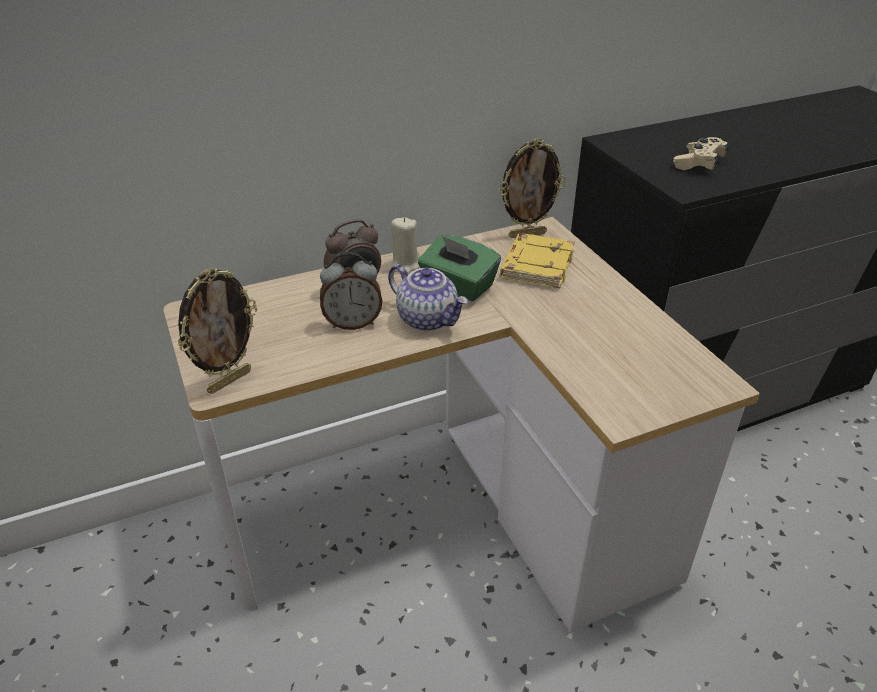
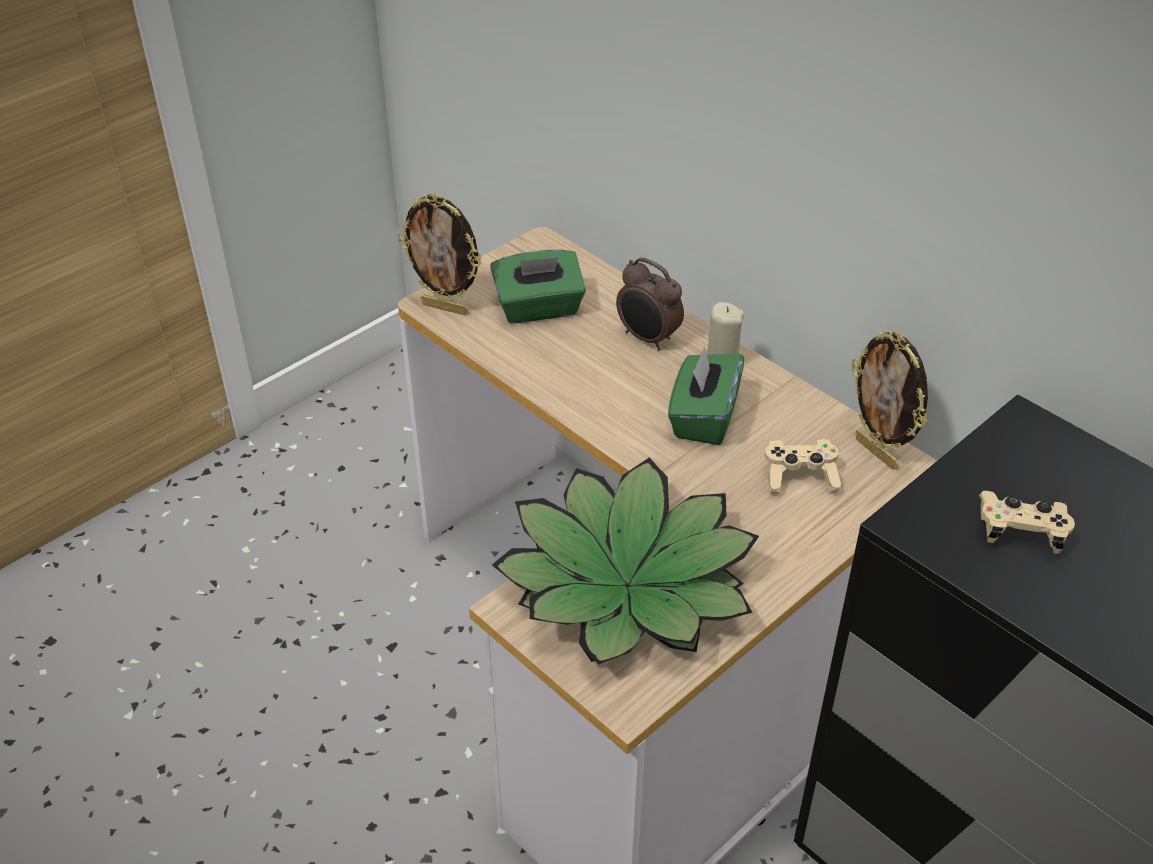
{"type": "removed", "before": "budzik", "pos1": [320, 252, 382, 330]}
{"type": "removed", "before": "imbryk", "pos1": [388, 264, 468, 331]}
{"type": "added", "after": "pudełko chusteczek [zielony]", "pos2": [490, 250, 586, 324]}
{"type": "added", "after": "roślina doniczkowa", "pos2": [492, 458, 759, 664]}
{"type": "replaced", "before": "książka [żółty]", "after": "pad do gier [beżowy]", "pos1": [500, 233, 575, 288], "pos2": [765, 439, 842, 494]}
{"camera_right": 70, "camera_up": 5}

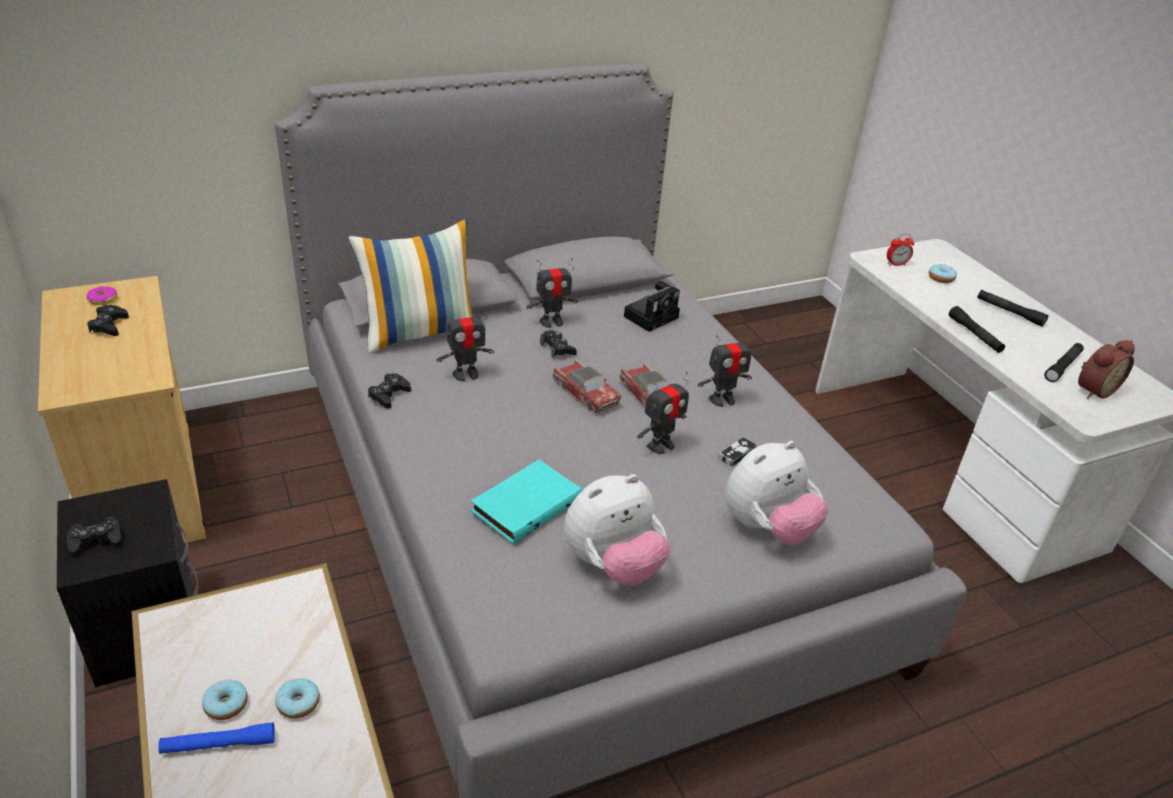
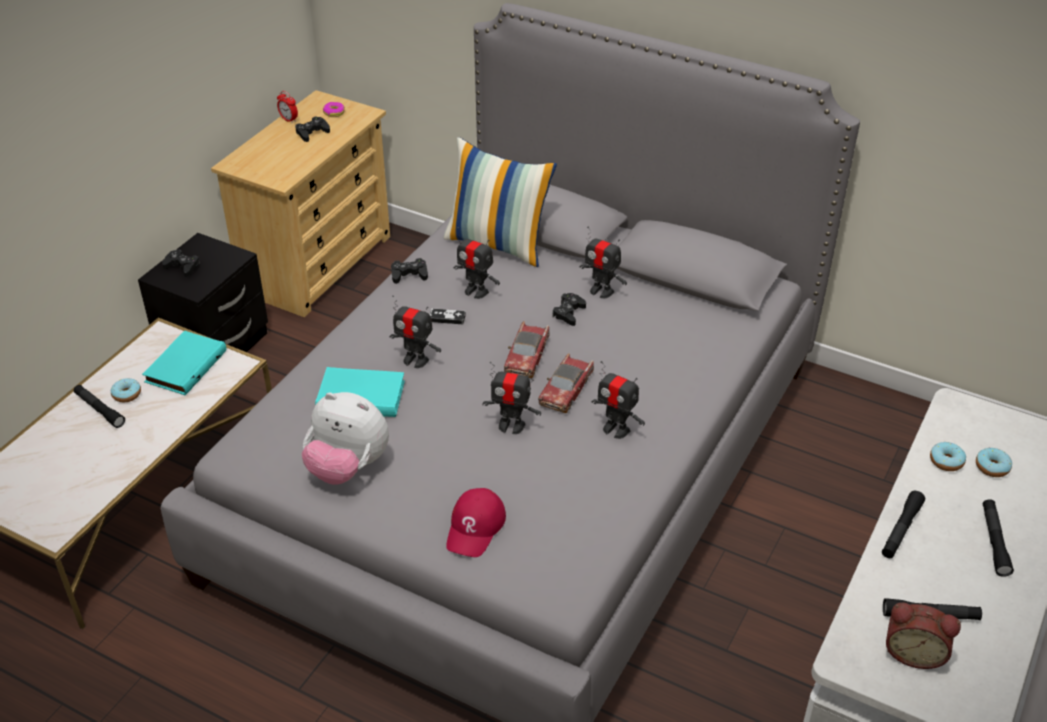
{"type": "removed", "before": "aparat fotograficzny", "pos1": [624, 281, 680, 332]}
{"type": "added", "after": "książka [turkusowy]", "pos2": [142, 331, 227, 395]}
{"type": "added", "after": "robot zabawkowy", "pos2": [389, 295, 441, 368]}
{"type": "moved", "before": "donut", "pos1": [275, 678, 320, 719], "pos2": [930, 442, 966, 471]}
{"type": "moved", "before": "pad do gier", "pos1": [719, 437, 757, 467], "pos2": [430, 308, 466, 324]}
{"type": "moved", "before": "budzik", "pos1": [887, 234, 914, 266], "pos2": [277, 91, 298, 123]}
{"type": "replaced", "before": "pluszak", "after": "czapka z daszkiem [czerwony]", "pos1": [725, 441, 828, 545], "pos2": [446, 488, 506, 557]}
{"type": "recoloured", "before": "latarka [niebieski]", "after": "latarka [czarny]", "pos1": [158, 722, 275, 754], "pos2": [74, 385, 125, 428]}
{"camera_right": 55, "camera_up": 5}

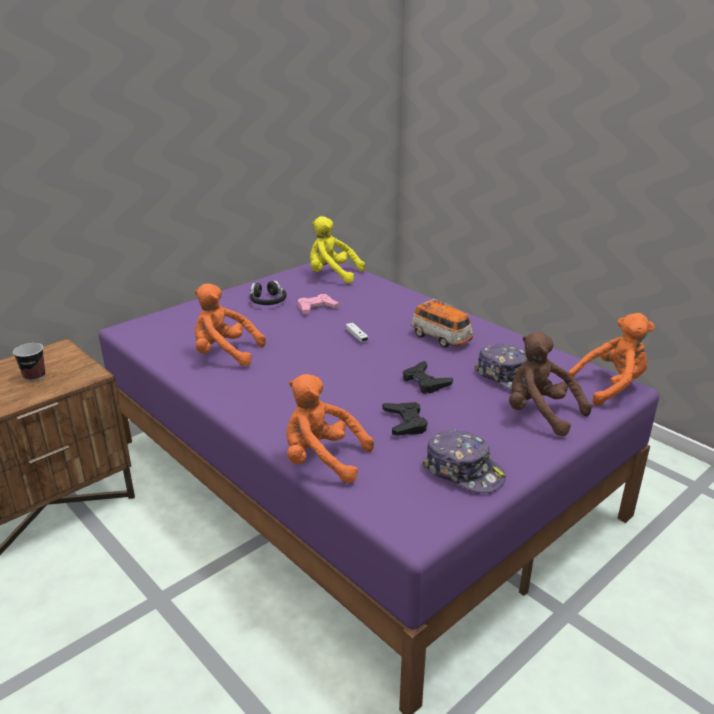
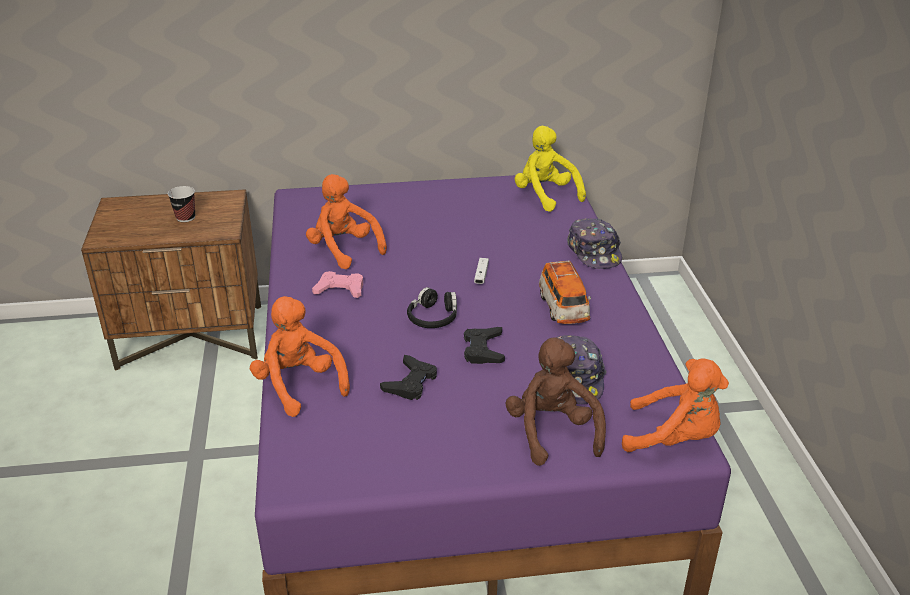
{"type": "moved", "before": "słuchawki [czarny]", "pos1": [250, 280, 287, 305], "pos2": [407, 287, 457, 328]}
{"type": "moved", "before": "pad do gier [różowy]", "pos1": [298, 294, 339, 314], "pos2": [312, 271, 363, 298]}
{"type": "moved", "before": "czapka z daszkiem", "pos1": [423, 429, 506, 493], "pos2": [567, 218, 622, 269]}
{"camera_right": 35, "camera_up": 5}

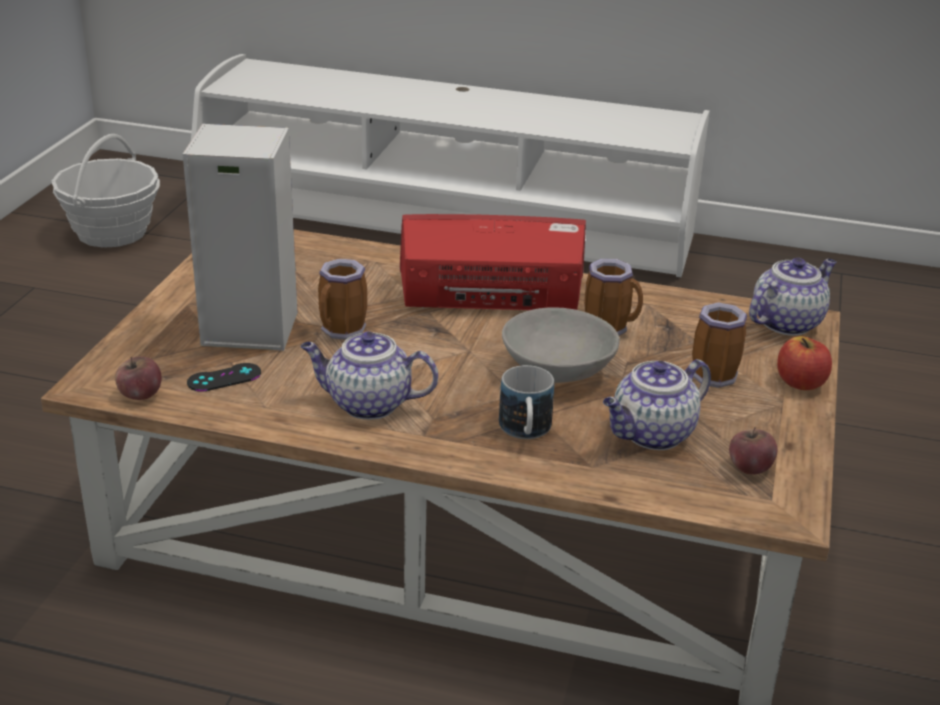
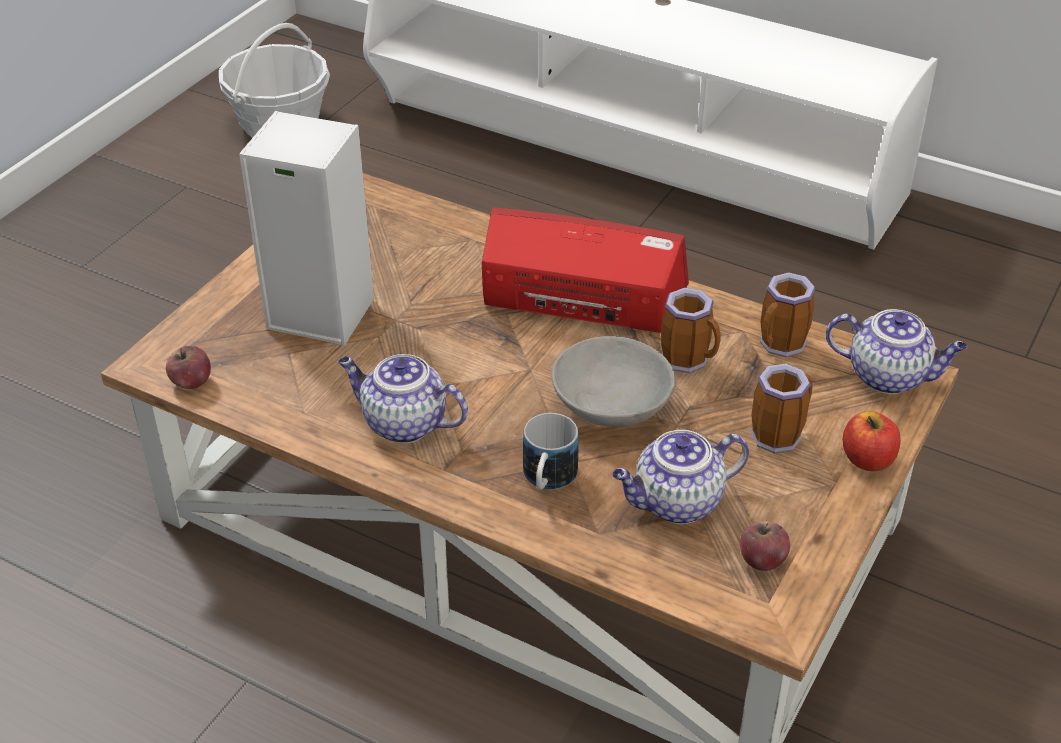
{"type": "removed", "before": "pad do gier [czarny]", "pos1": [187, 363, 261, 392]}
{"type": "moved", "before": "kubek", "pos1": [318, 259, 367, 340], "pos2": [760, 272, 816, 357]}
{"type": "turned", "before": "imbryk", "pos1": [749, 258, 836, 336], "pos2": [826, 309, 968, 394], "turn": 45}
{"camera_right": 15, "camera_up": 10}

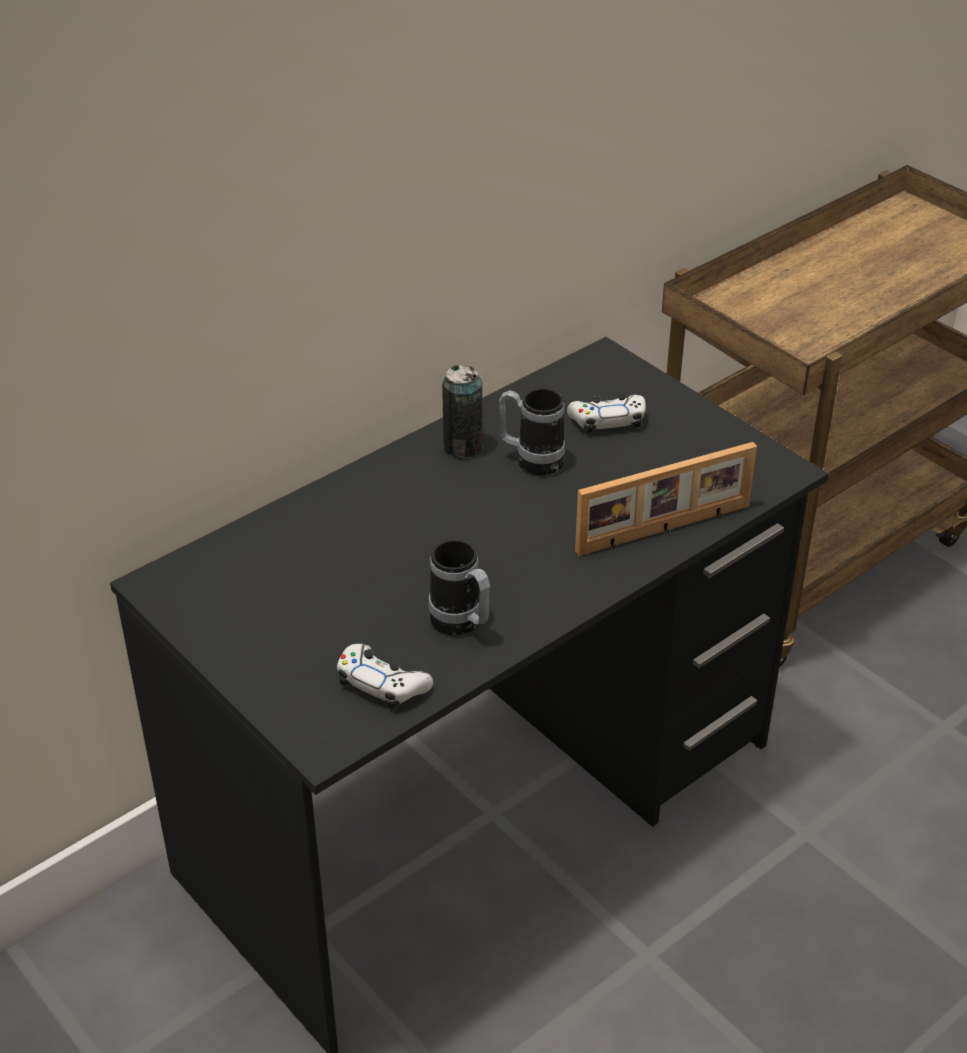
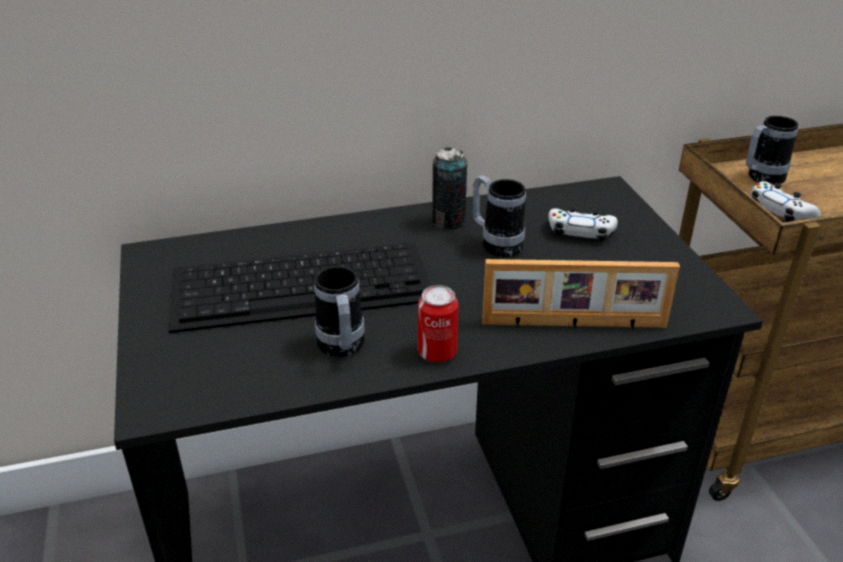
{"type": "added", "after": "klawiatura", "pos2": [169, 242, 431, 333]}
{"type": "added", "after": "puszka", "pos2": [418, 285, 458, 362]}
{"type": "added", "after": "kubek", "pos2": [746, 116, 798, 185]}
{"type": "moved", "before": "pad do gier [biały]", "pos1": [337, 644, 433, 710], "pos2": [752, 181, 821, 222]}
{"camera_right": 25, "camera_up": -5}

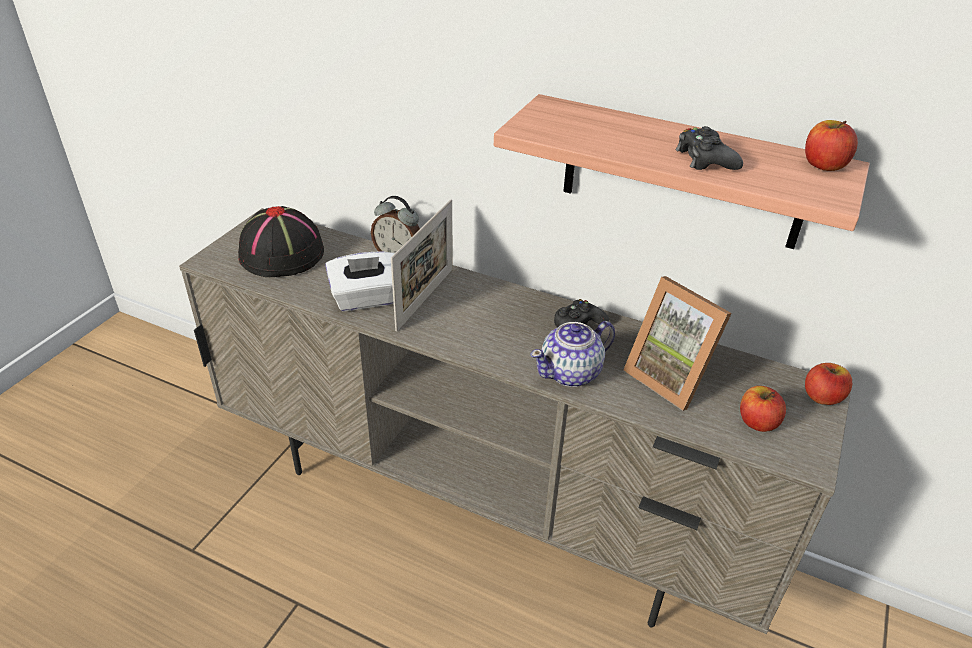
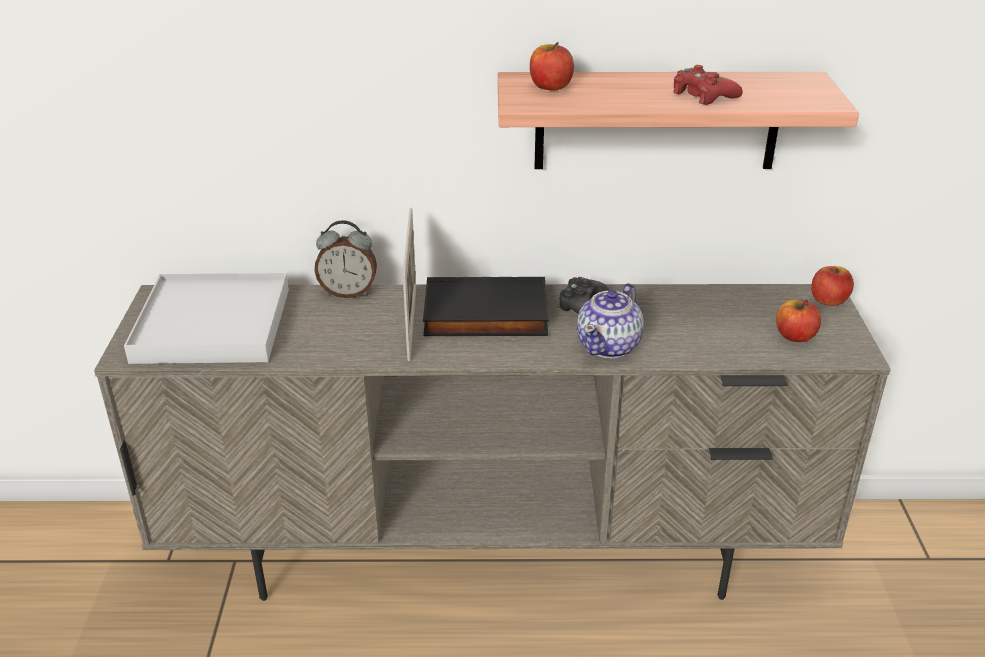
{"type": "removed", "before": "pudełko chusteczek [biały]", "pos1": [326, 251, 395, 311]}
{"type": "removed", "before": "ramka na zdjęcie", "pos1": [623, 276, 732, 411]}
{"type": "added", "after": "książka [czarny]", "pos2": [423, 277, 549, 336]}
{"type": "moved", "before": "jabłko", "pos1": [805, 120, 858, 171], "pos2": [530, 42, 574, 91]}
{"type": "replaced", "before": "kapelusz [czarny]", "after": "taca [biały]", "pos1": [238, 206, 324, 277], "pos2": [124, 273, 289, 364]}
{"type": "recoloured", "before": "pad do gier [czarny]", "after": "pad do gier [czerwony]", "pos1": [676, 126, 743, 170], "pos2": [673, 65, 743, 105]}
{"camera_right": -25, "camera_up": -5}

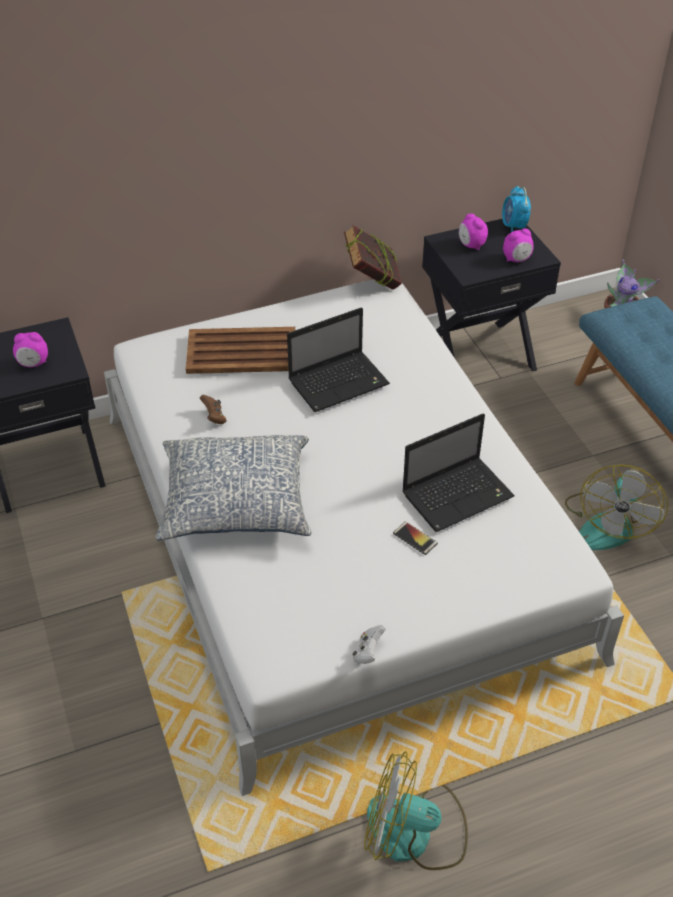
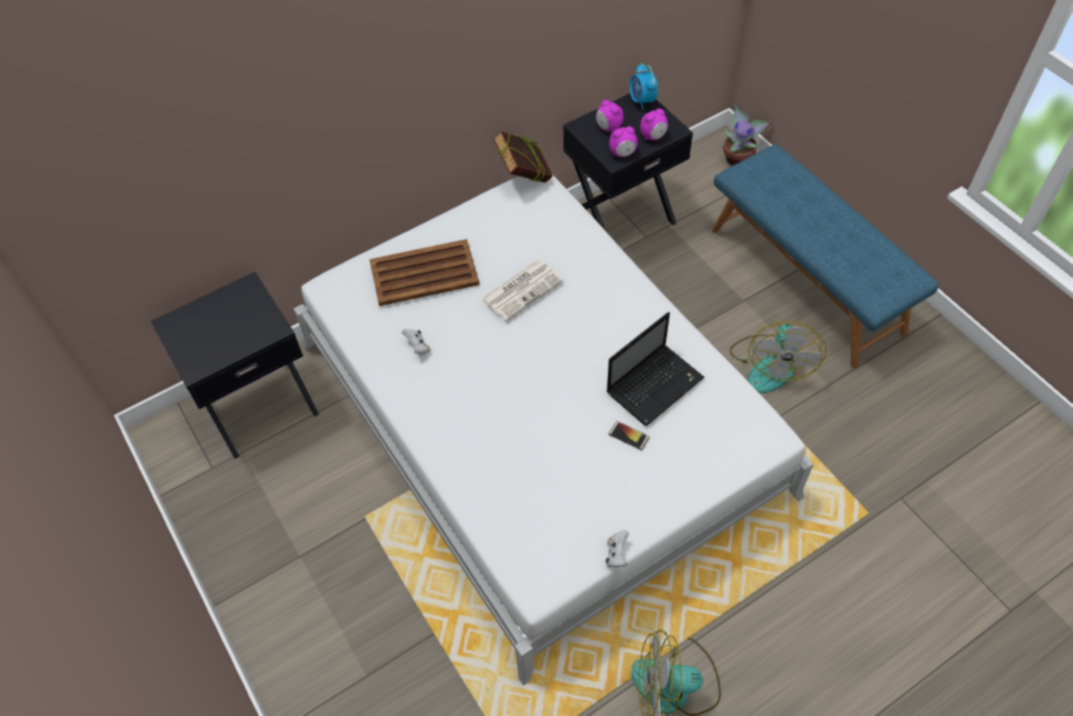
{"type": "removed", "before": "poduszka", "pos1": [155, 435, 311, 541]}
{"type": "moved", "before": "budzik", "pos1": [13, 332, 48, 367], "pos2": [609, 126, 638, 157]}
{"type": "replaced", "before": "laptop", "after": "gazeta", "pos1": [287, 307, 390, 412], "pos2": [482, 260, 563, 321]}
{"type": "recoloured", "before": "pad do gier [brązowy]", "after": "pad do gier [biały]", "pos1": [200, 395, 226, 424], "pos2": [401, 329, 431, 354]}
{"camera_right": -10, "camera_up": 10}

